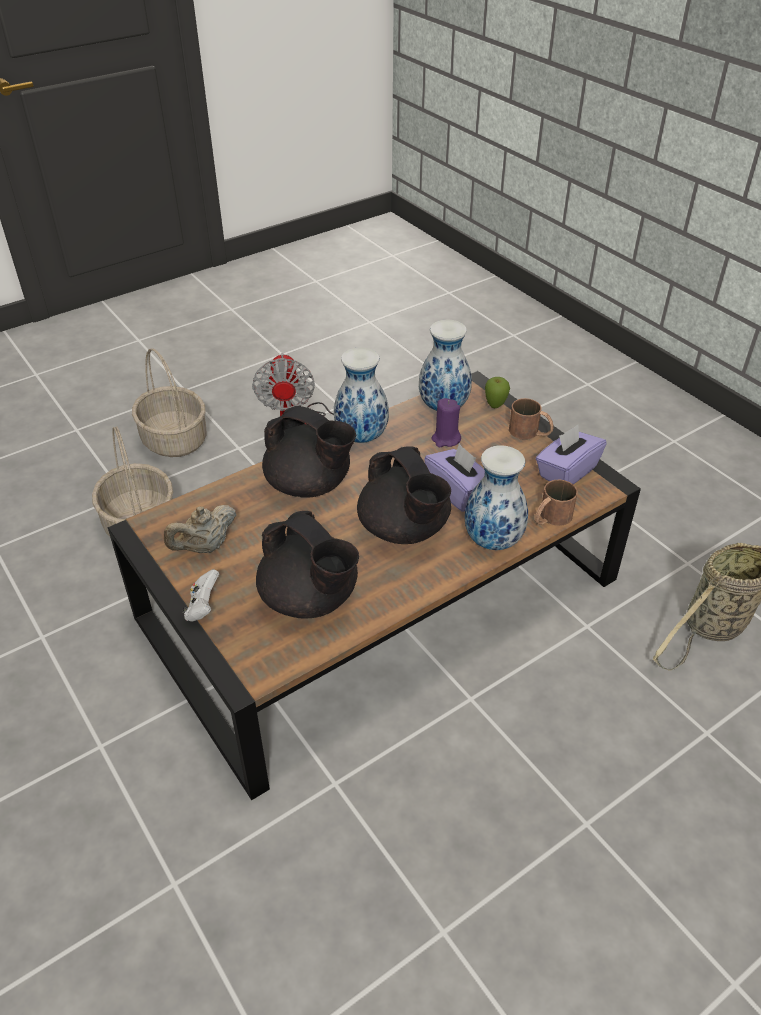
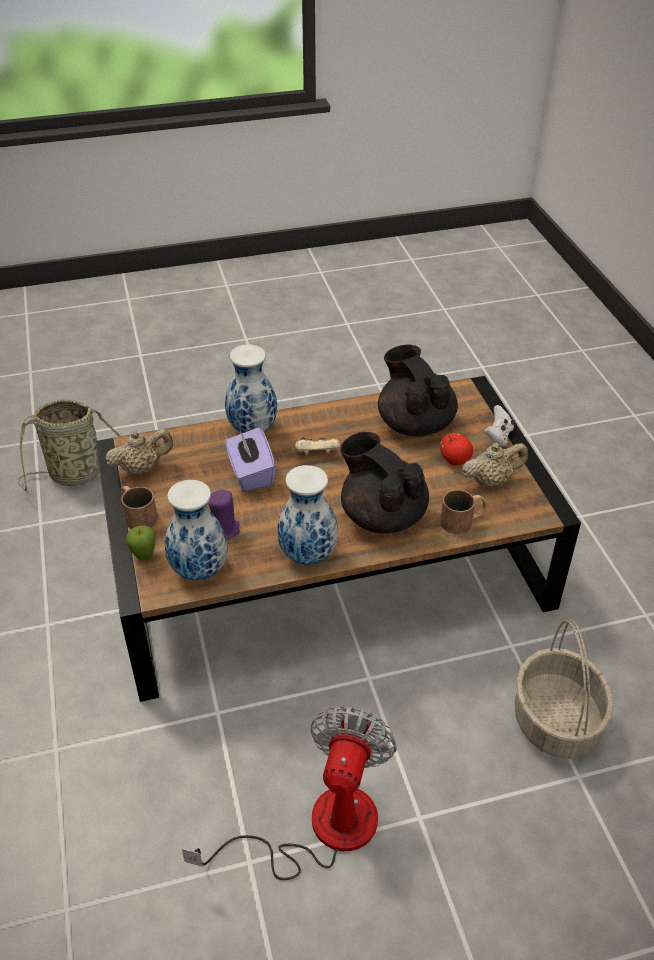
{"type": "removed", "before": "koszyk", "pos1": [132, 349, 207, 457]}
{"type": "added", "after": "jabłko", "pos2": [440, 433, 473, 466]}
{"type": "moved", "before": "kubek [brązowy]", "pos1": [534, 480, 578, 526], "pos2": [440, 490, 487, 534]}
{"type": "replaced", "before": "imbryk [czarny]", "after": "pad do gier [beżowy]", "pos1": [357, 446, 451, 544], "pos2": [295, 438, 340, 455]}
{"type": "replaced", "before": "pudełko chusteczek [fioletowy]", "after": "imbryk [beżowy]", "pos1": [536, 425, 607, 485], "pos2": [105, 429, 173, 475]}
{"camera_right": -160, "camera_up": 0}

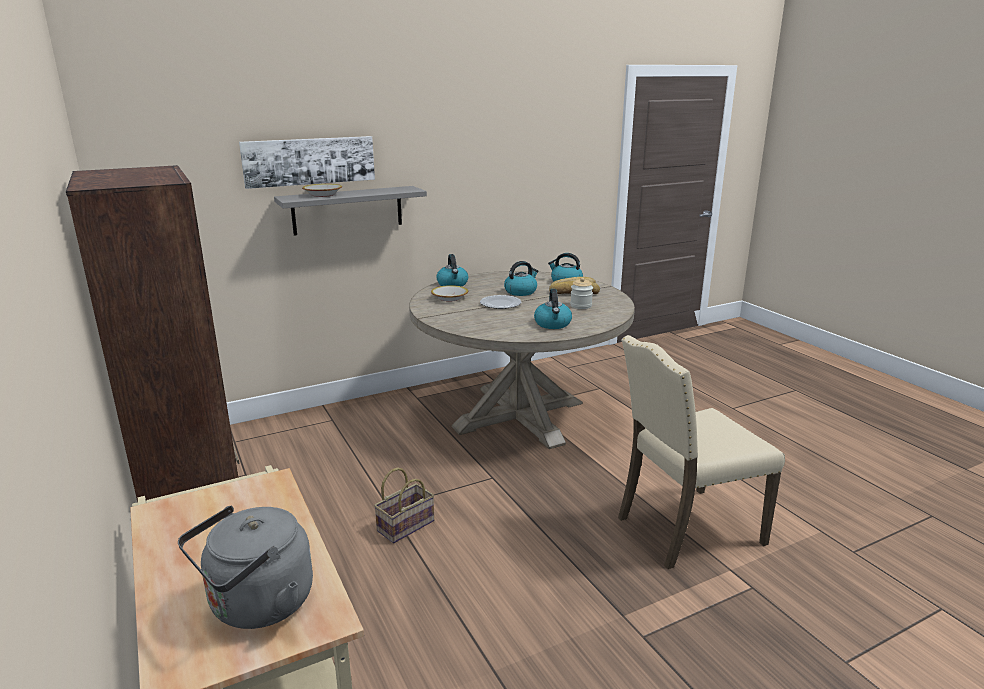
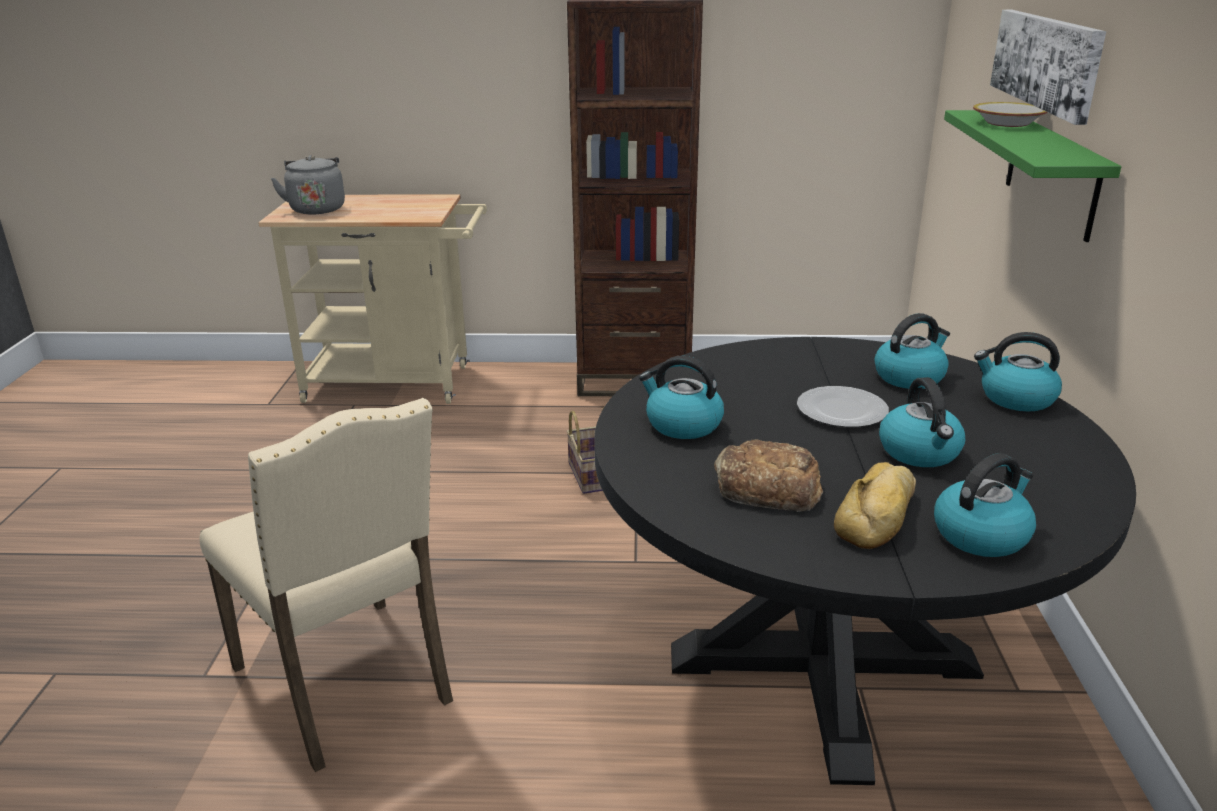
{"type": "replaced", "before": "miska", "after": "czajnik", "pos1": [431, 285, 468, 302], "pos2": [874, 313, 950, 389]}
{"type": "replaced", "before": "słoik", "after": "chleb", "pos1": [570, 277, 593, 309], "pos2": [714, 439, 823, 512]}
{"type": "recoloured", "before": "półka [szary]", "after": "półka [zielony]", "pos1": [274, 186, 427, 236], "pos2": [944, 110, 1121, 242]}
{"type": "recoloured", "before": "stół jadalny [beżowy]", "after": "stół jadalny [czarny]", "pos1": [409, 271, 635, 449], "pos2": [594, 337, 1136, 785]}
{"type": "turned", "before": "krzesło [beżowy]", "pos1": [618, 335, 785, 569], "pos2": [200, 398, 453, 772], "turn": 135}
{"camera_right": 120, "camera_up": 5}

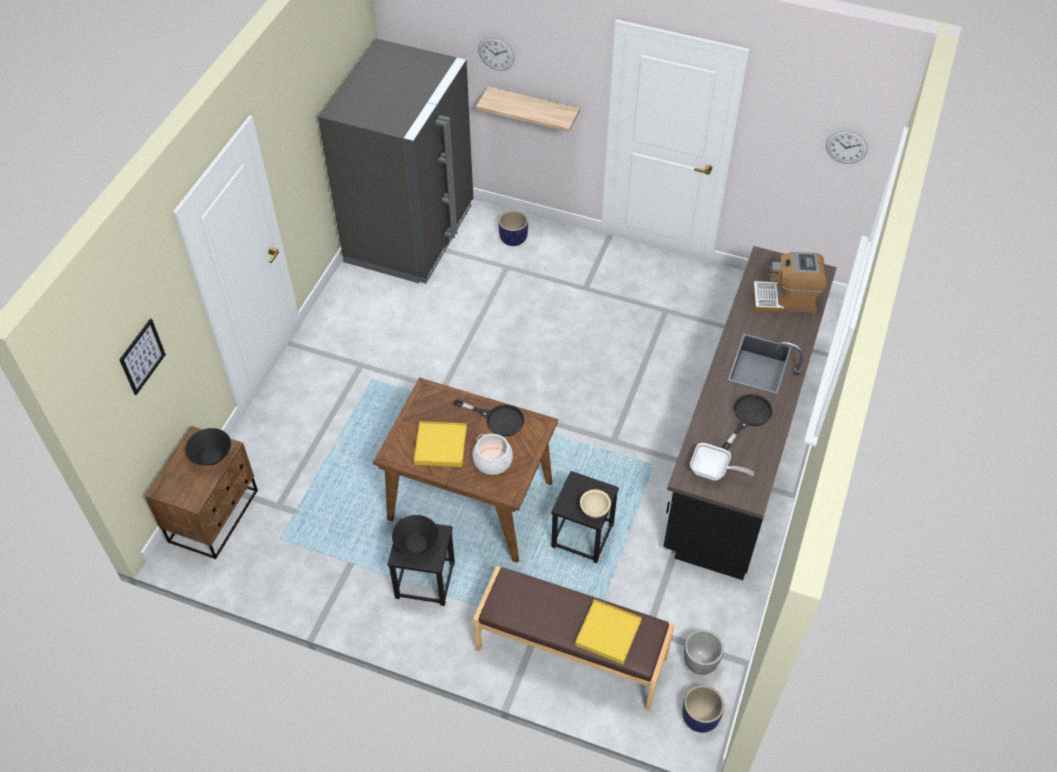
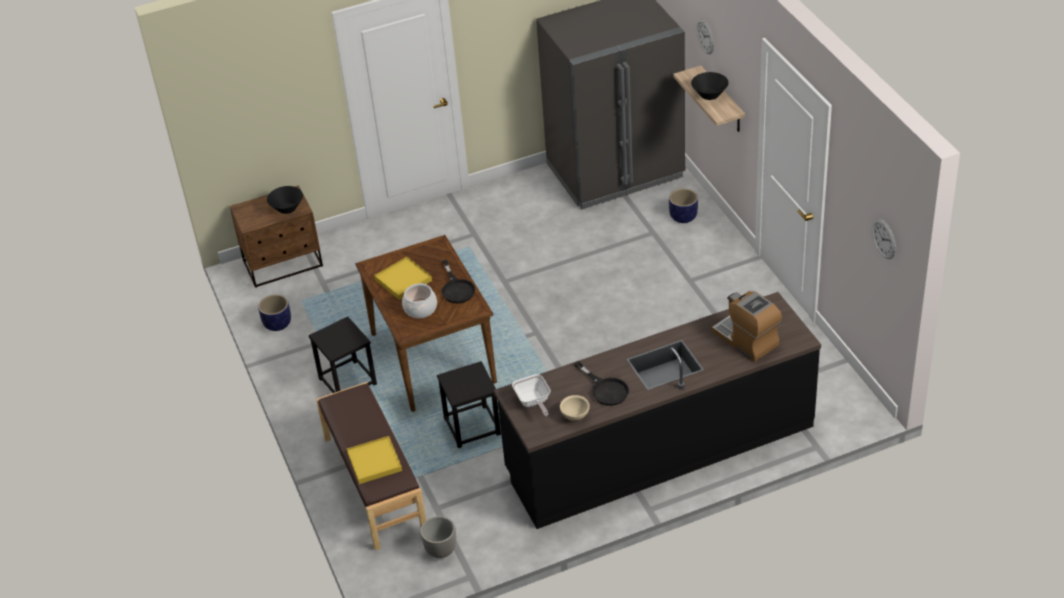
{"type": "removed", "before": "obraz", "pos1": [119, 319, 166, 395]}
{"type": "moved", "before": "miska [czarny]", "pos1": [392, 515, 438, 555], "pos2": [691, 72, 728, 100]}
{"type": "moved", "before": "miska [beżowy]", "pos1": [580, 489, 611, 518], "pos2": [560, 395, 590, 421]}
{"type": "moved", "before": "donica", "pos1": [682, 685, 724, 733], "pos2": [258, 294, 291, 331]}
{"type": "turned", "before": "patelnia [czarny]", "pos1": [722, 394, 773, 450], "pos2": [574, 361, 629, 406], "turn": 60}
{"camera_right": 50, "camera_up": -10}

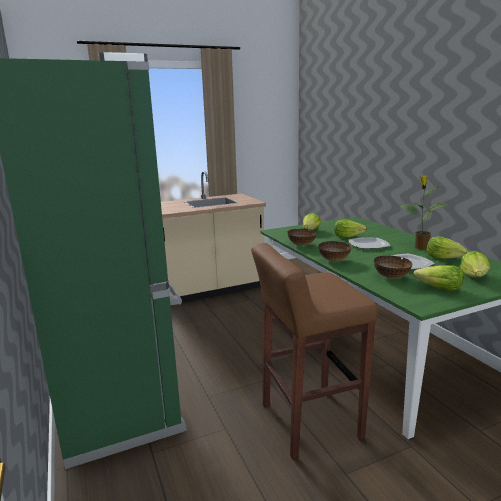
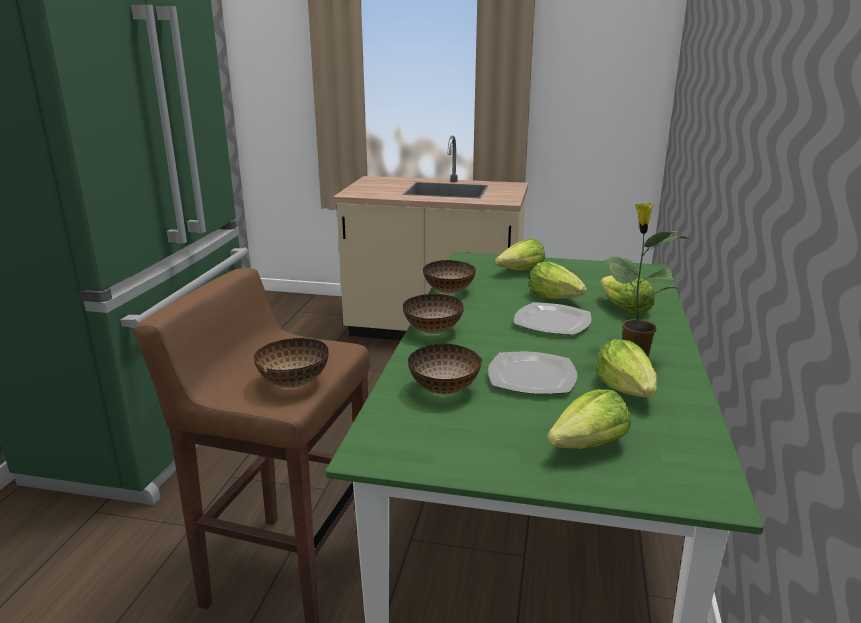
{"type": "added", "after": "miska", "pos2": [254, 338, 329, 388]}
{"type": "moved", "before": "sałata", "pos1": [413, 265, 463, 291], "pos2": [600, 276, 655, 314]}
{"camera_right": 35, "camera_up": 5}

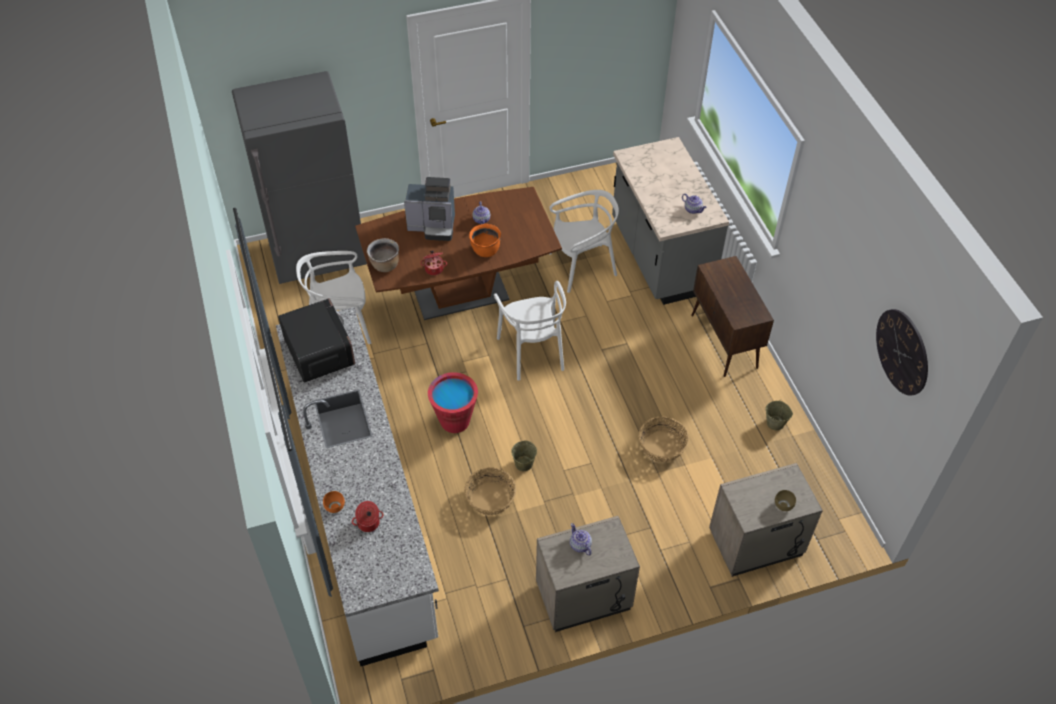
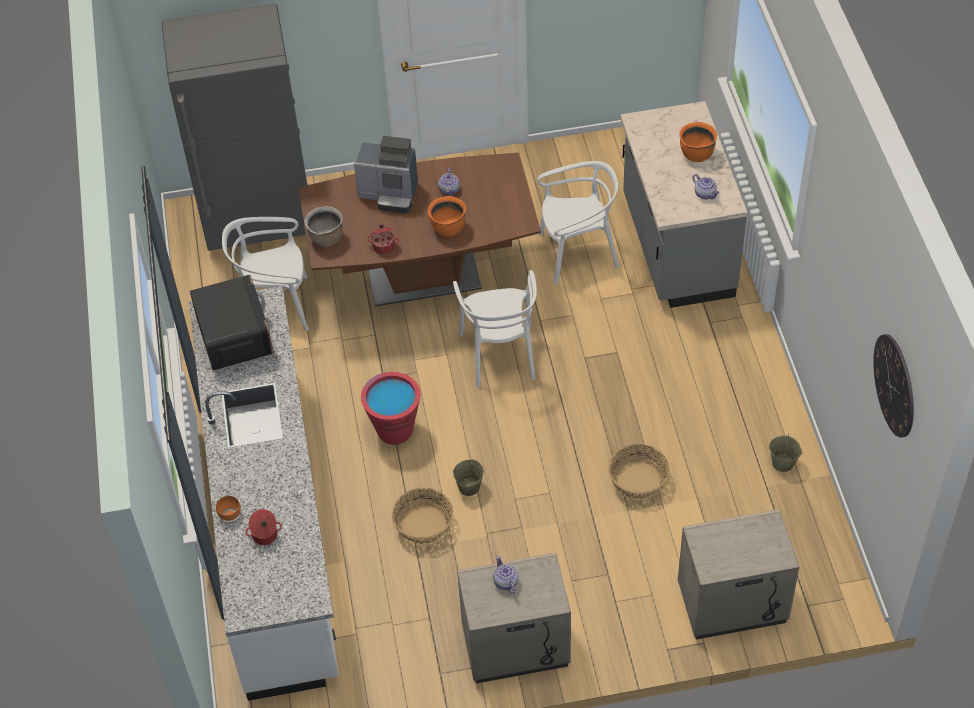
{"type": "removed", "before": "szafka [brązowy]", "pos1": [691, 256, 774, 377]}
{"type": "removed", "before": "miska [brązowy]", "pos1": [775, 490, 796, 511]}
{"type": "added", "after": "garnek [pomarańczowy]", "pos2": [679, 122, 717, 162]}
{"camera_right": 10, "camera_up": 0}

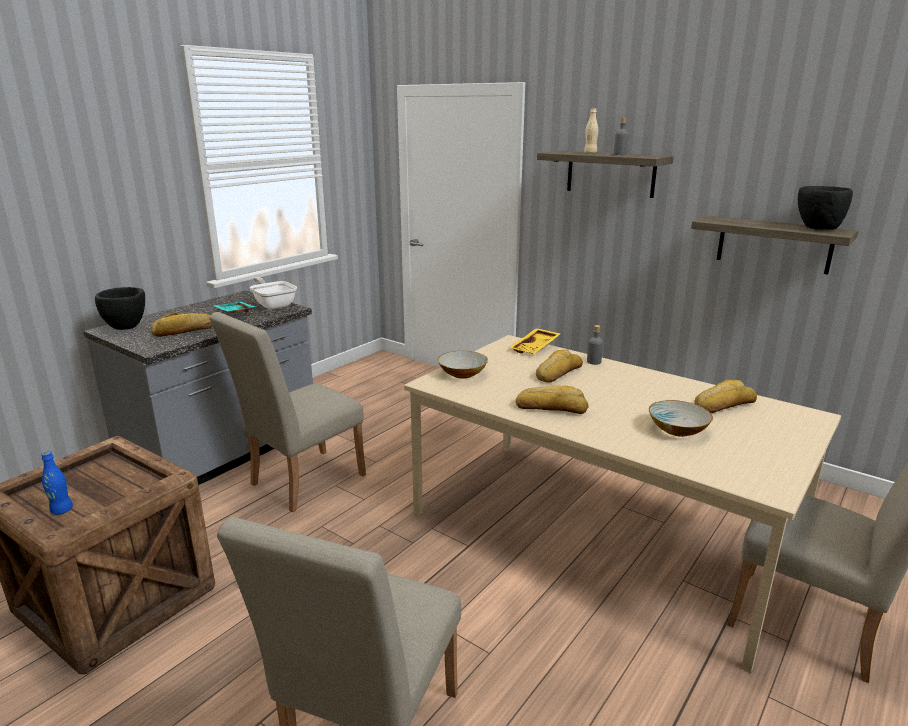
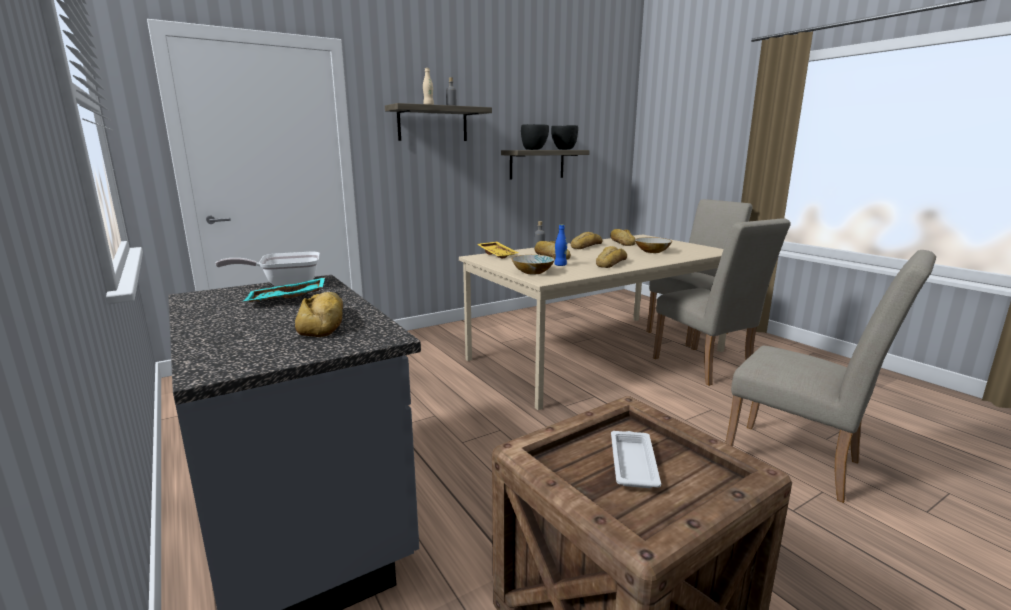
{"type": "added", "after": "chleb", "pos2": [571, 232, 602, 249]}
{"type": "added", "after": "taca [biały]", "pos2": [611, 431, 661, 488]}
{"type": "moved", "before": "butelka [niebieski]", "pos1": [41, 451, 73, 515], "pos2": [554, 225, 567, 266]}
{"type": "moved", "before": "miska [czarny]", "pos1": [95, 287, 145, 330], "pos2": [521, 124, 549, 150]}
{"type": "moved", "before": "krzesło [beżowy]", "pos1": [209, 312, 366, 513], "pos2": [653, 218, 791, 386]}
{"camera_right": -70, "camera_up": -5}

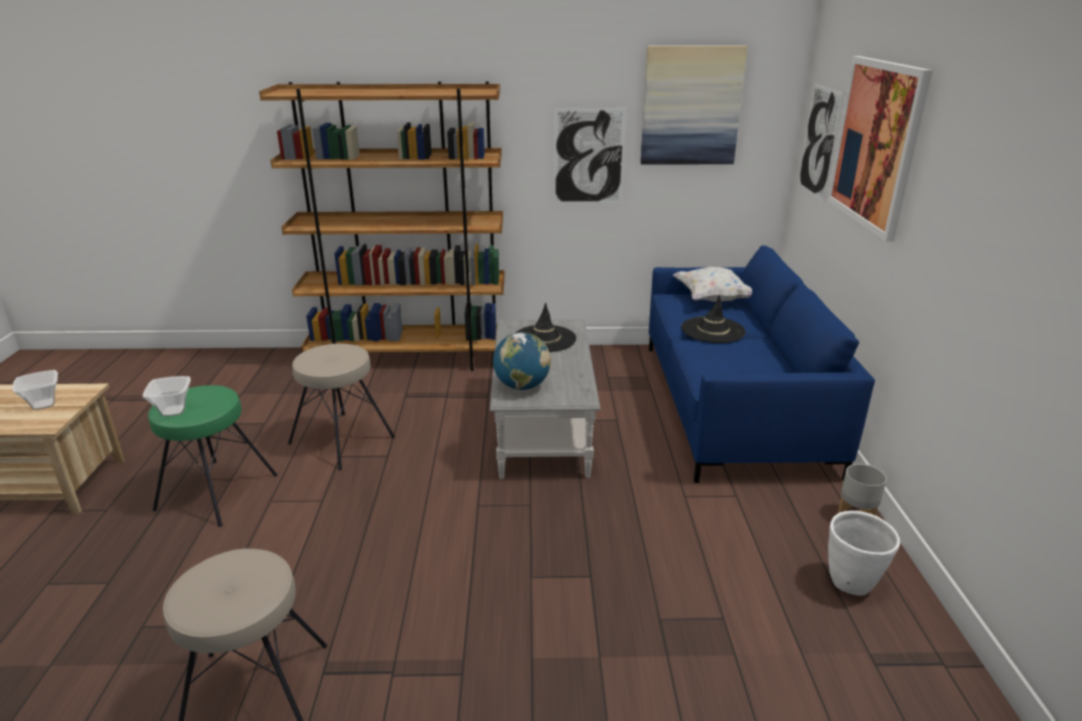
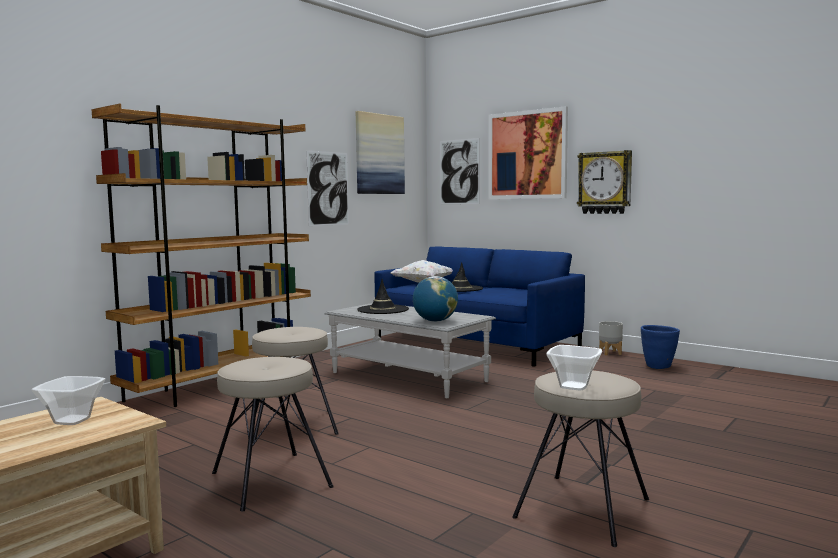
{"type": "added", "after": "zegar ścienny", "pos2": [577, 150, 632, 214]}
{"type": "moved", "before": "miska", "pos1": [143, 376, 191, 417], "pos2": [547, 345, 602, 391]}
{"type": "recoloured", "before": "stołek [zielony]", "after": "stołek [beżowy]", "pos1": [148, 385, 277, 527], "pos2": [212, 357, 334, 512]}
{"type": "recoloured", "before": "donica [biały]", "after": "donica [niebieski]", "pos1": [828, 511, 900, 596], "pos2": [641, 325, 680, 369]}
{"camera_right": -50, "camera_up": -20}

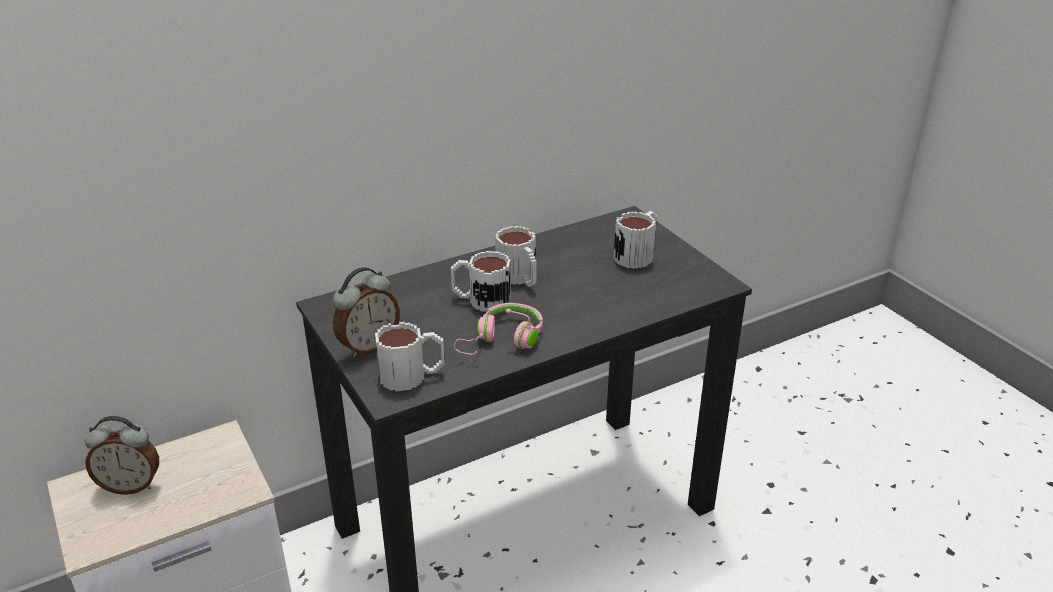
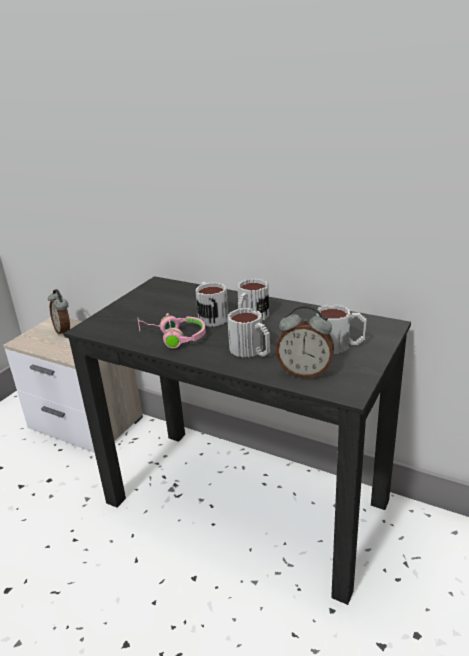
{"type": "moved", "before": "budzik", "pos1": [333, 267, 400, 358], "pos2": [276, 305, 334, 378]}
{"type": "moved", "before": "kubek", "pos1": [375, 322, 445, 392], "pos2": [227, 308, 270, 358]}
{"camera_right": 60, "camera_up": -5}

